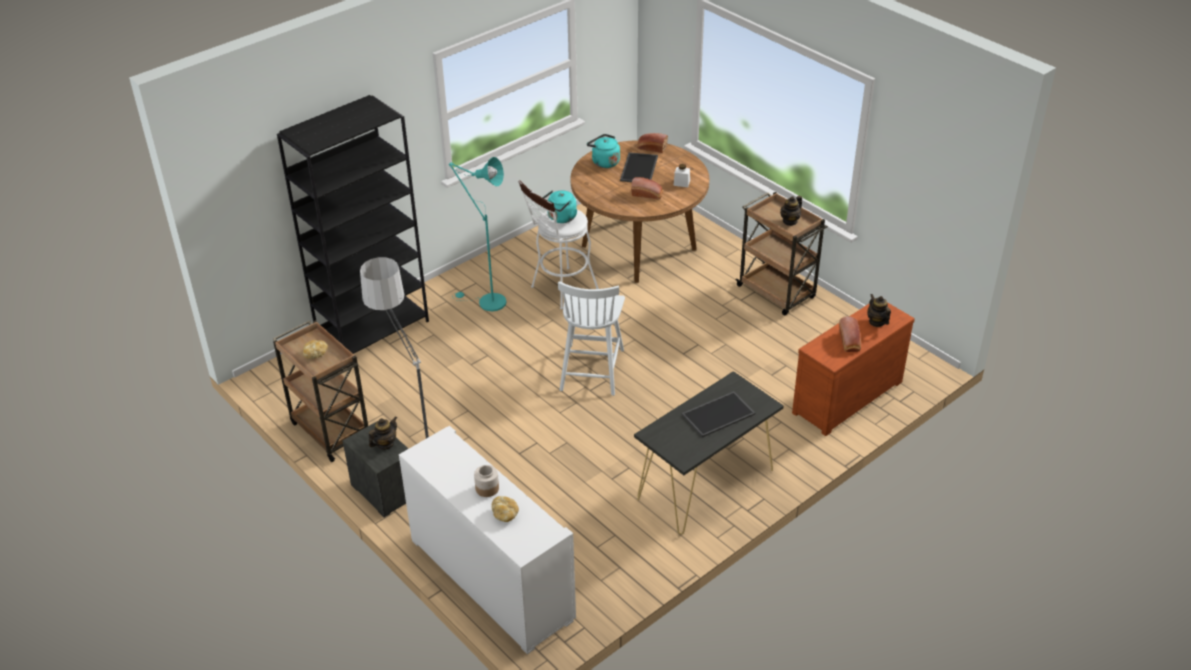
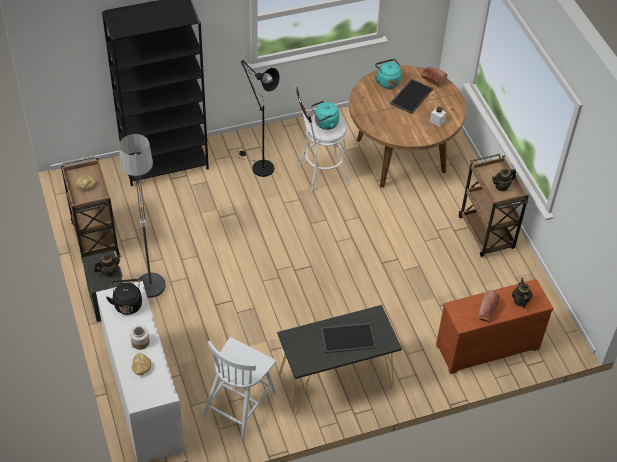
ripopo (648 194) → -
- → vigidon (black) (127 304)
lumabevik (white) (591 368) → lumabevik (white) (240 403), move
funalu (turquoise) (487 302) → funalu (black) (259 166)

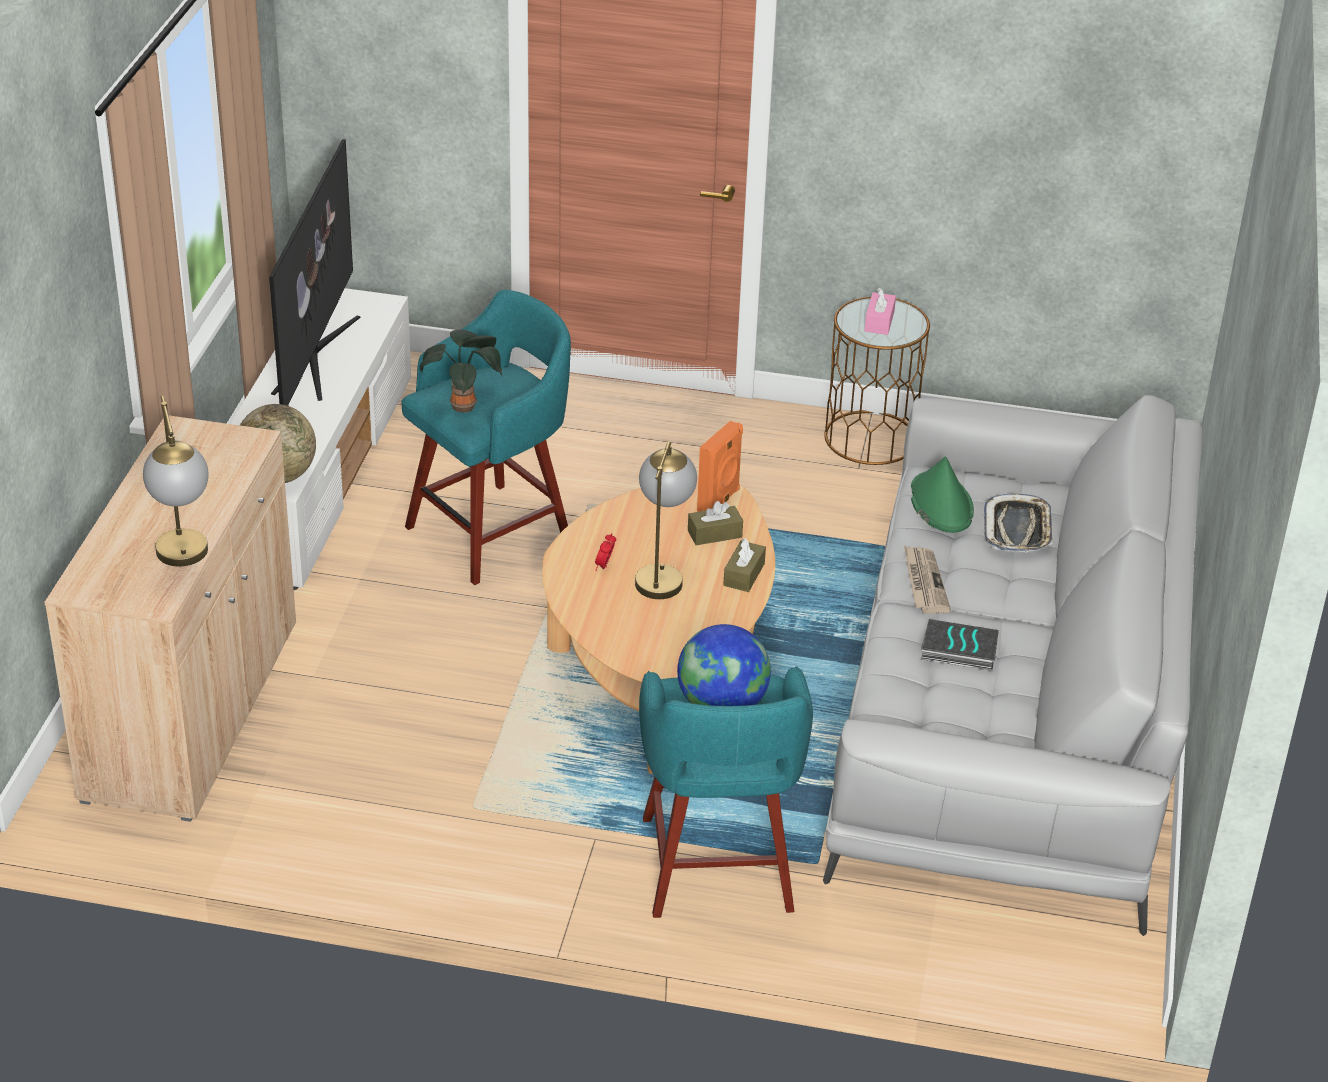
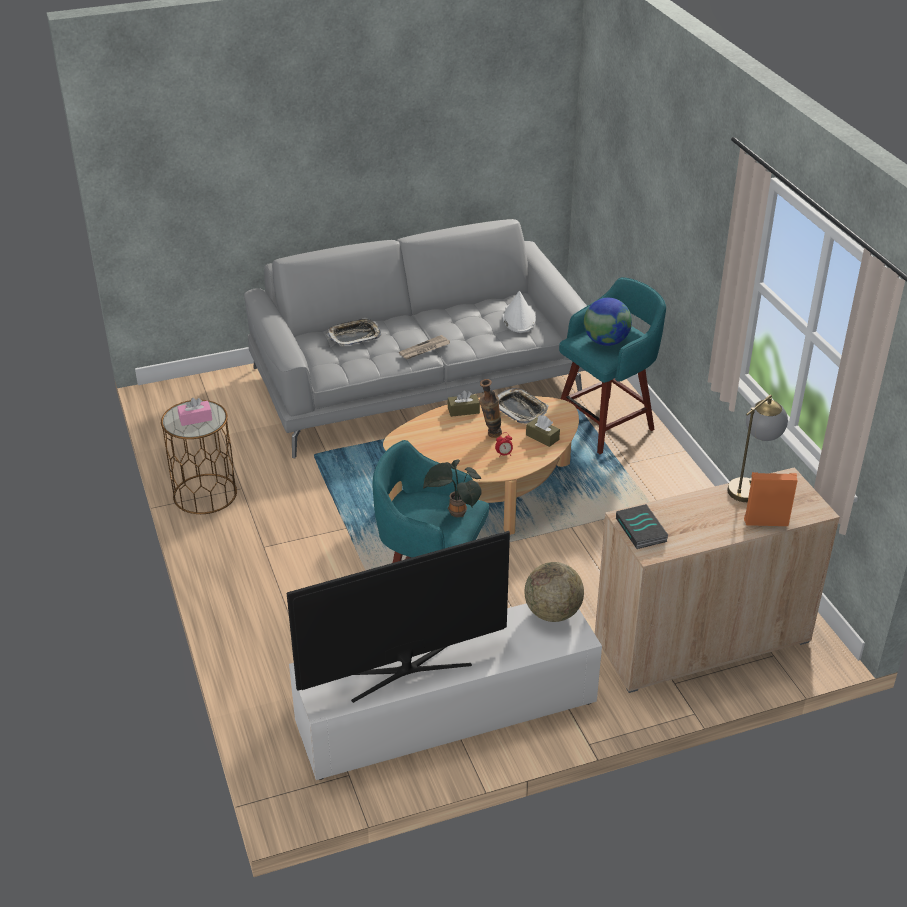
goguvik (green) (940 503) → -
- → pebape (520 409)
- → goguvik (white) (518 318)
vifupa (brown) (714 534) → vifupa (brown) (542 437), move
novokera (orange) (719 501) → novokera (orange) (766 521), move
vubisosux (958 651) → vubisosux (642 530), move
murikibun (661 573) → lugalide (490 435)

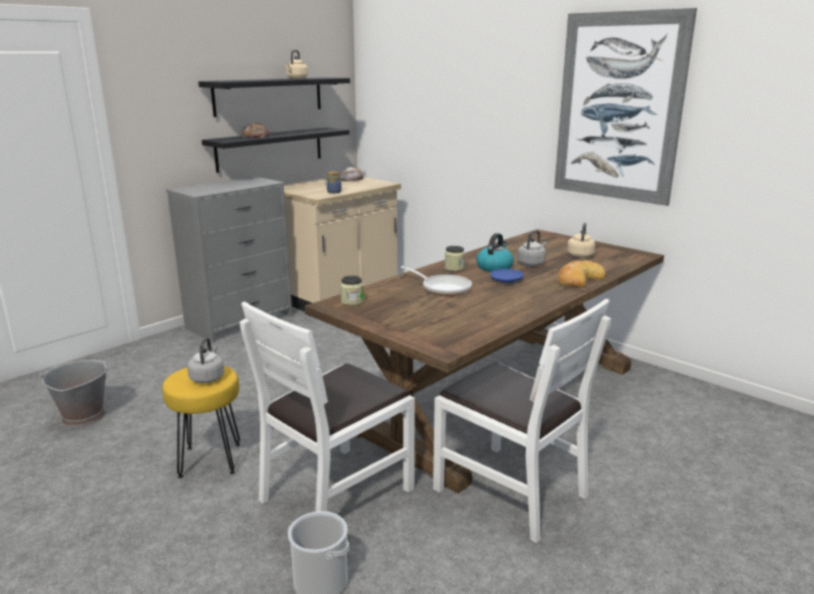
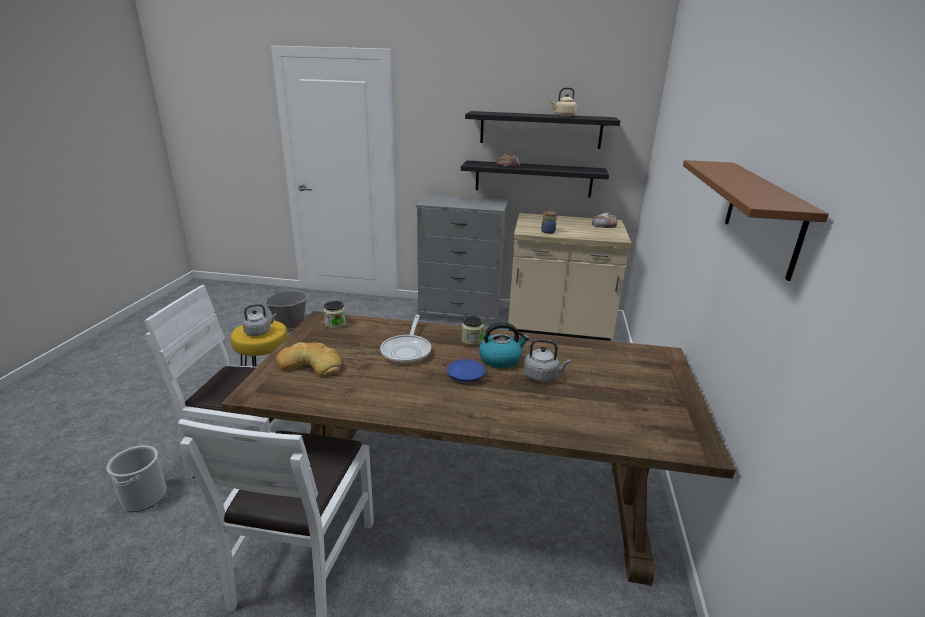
vigidon (beige) (580 255) → -
ripopo (578 280) → ripopo (311 364), move
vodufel (618 108) → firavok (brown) (762 216)

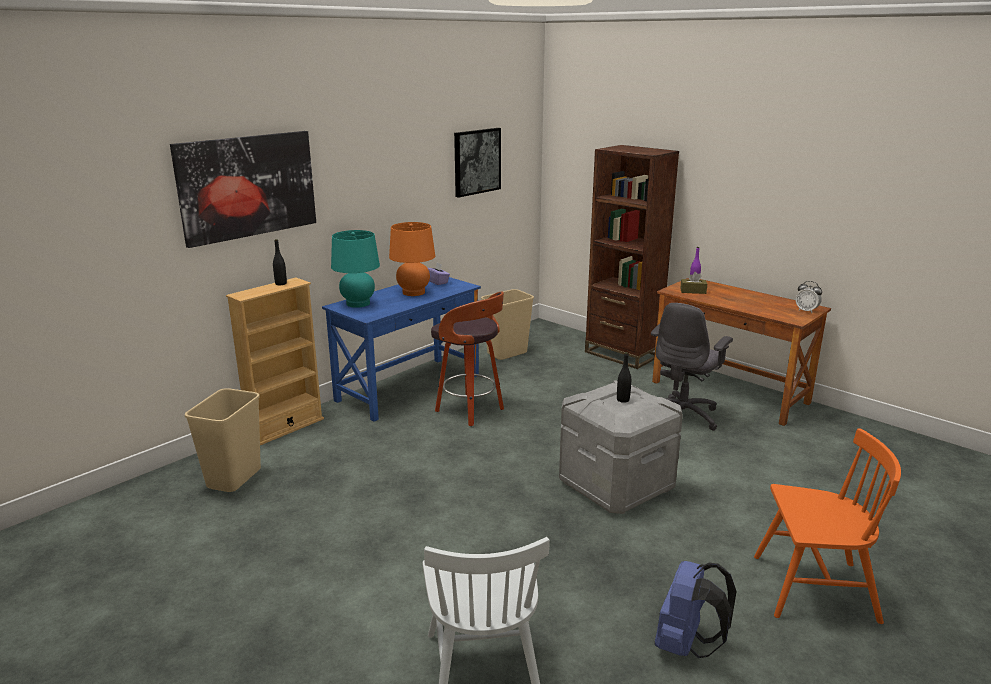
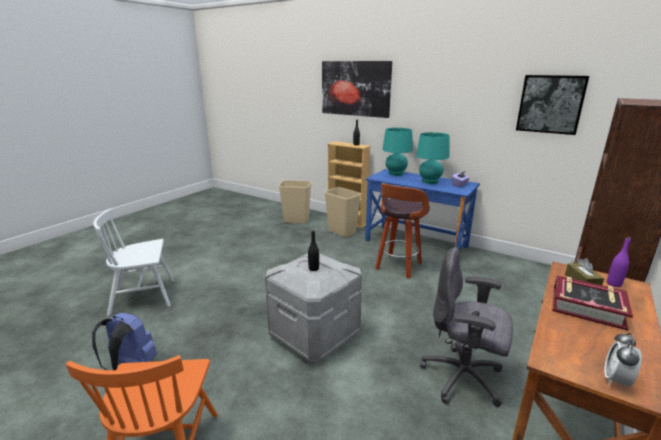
- → vubisosux (587 307)
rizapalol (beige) (507 354) → rizapalol (beige) (341 232), move
murikibun (orange) (413 292) → murikibun (turquoise) (430 181)

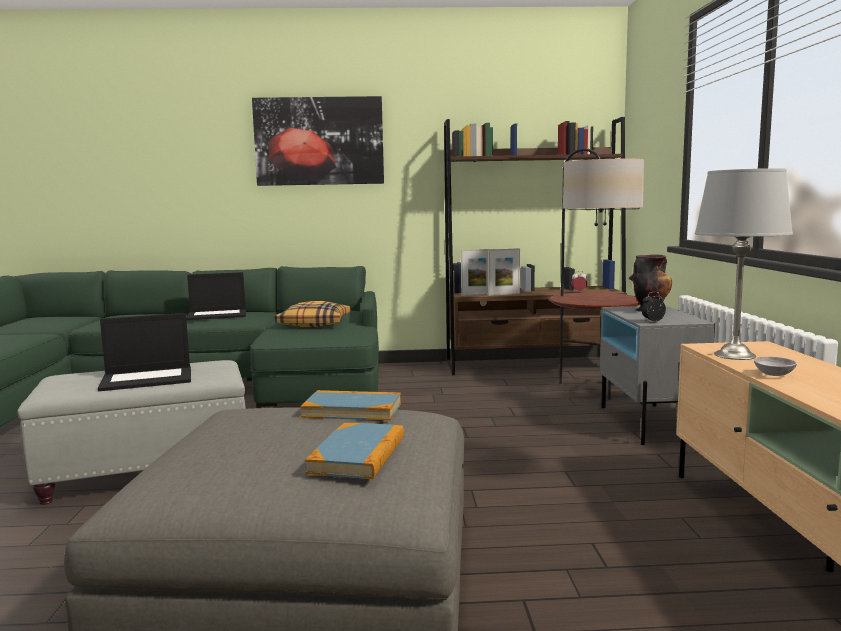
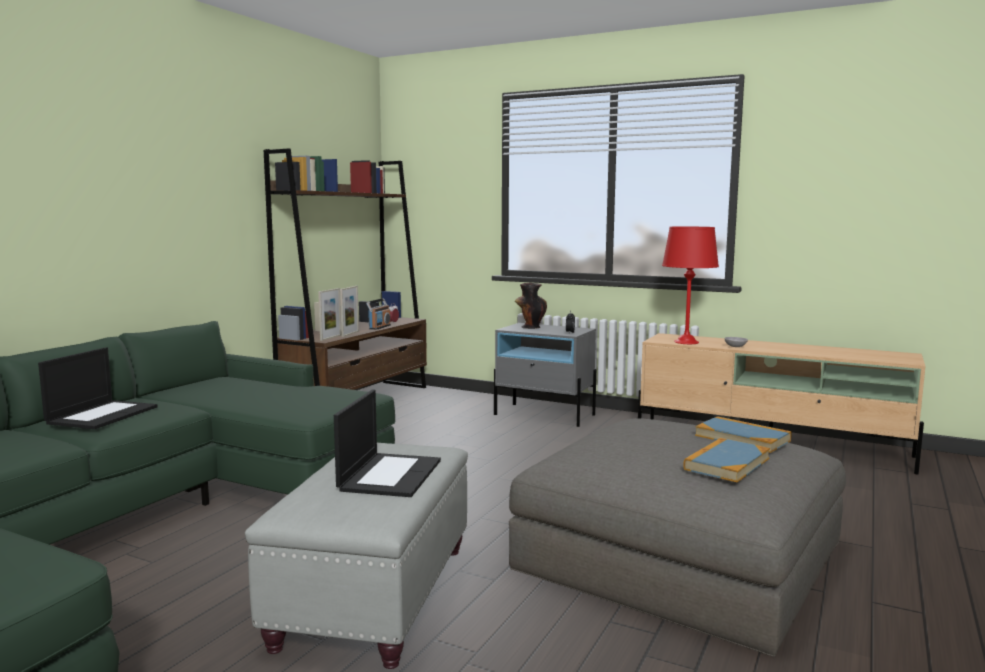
vodufel (319 141) → -
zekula (314 324) → -
funalu (593 388) → -
- → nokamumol (379 327)
vubisosux (352 410) → vubisosux (727 464), move
murikibun (grey) (734 355) → murikibun (red) (686 342)

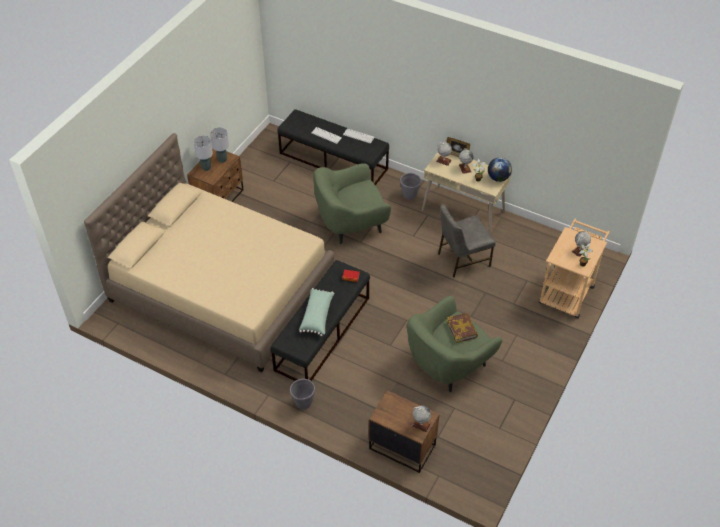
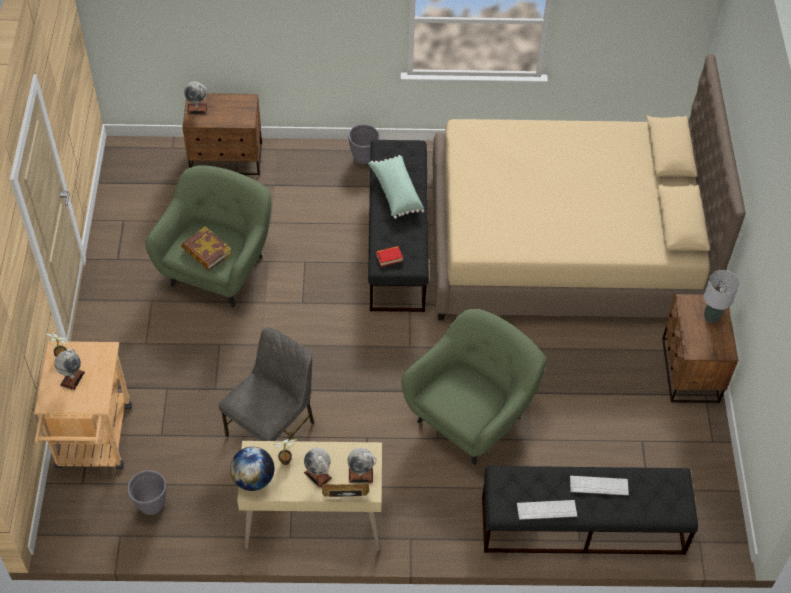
murikibun (grey) (222 160) → -
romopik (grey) (410 196) → romopik (grey) (151 505), move

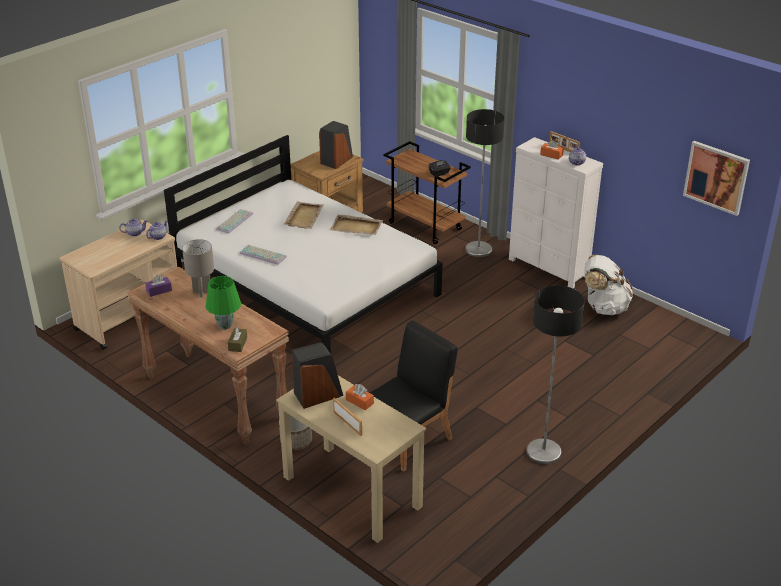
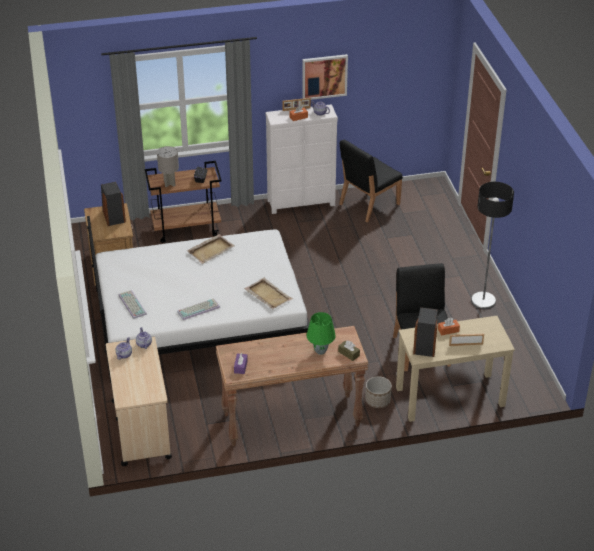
funalu (478 249) → -
murikibun (grey) (202 292) → murikibun (grey) (169 183), move
pebape (beige) (304 216) → pebape (beige) (268 295), move
vodufel (716 177) → vodufel (324 76), move
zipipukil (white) (604 307) → lumabevik (black) (368 204)

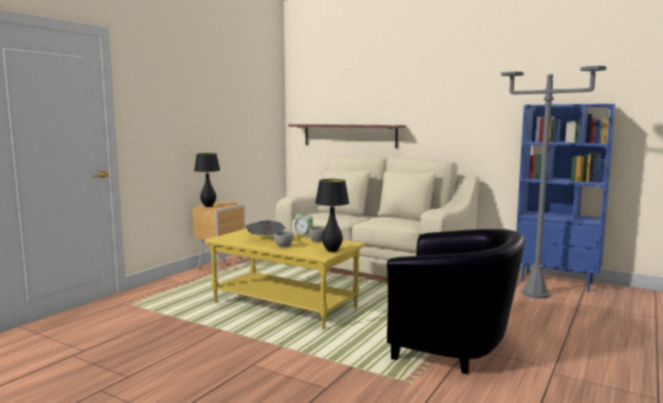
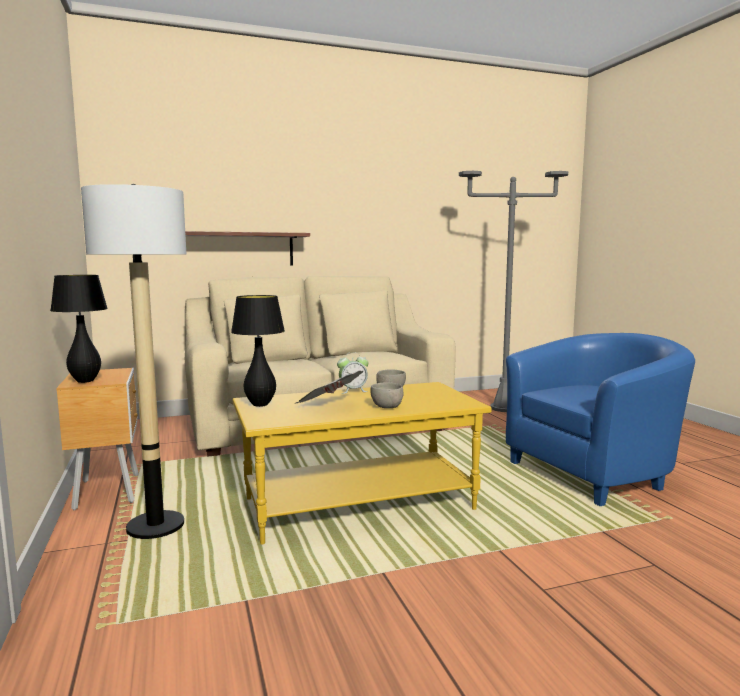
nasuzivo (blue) (557 282) → -
- → funalu (155 526)
murikibun (black) (332 250) → murikibun (black) (260 404), move
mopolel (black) (454 347) → mopolel (blue) (594 473)

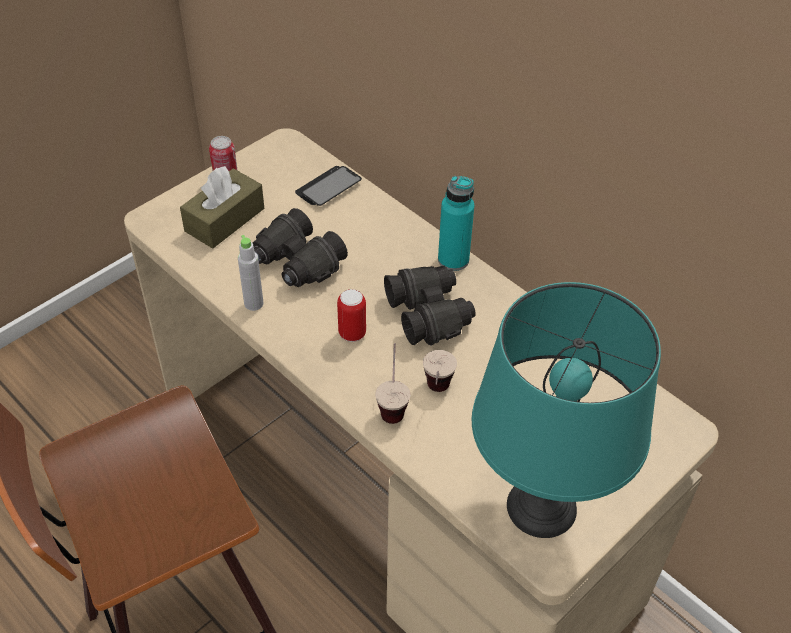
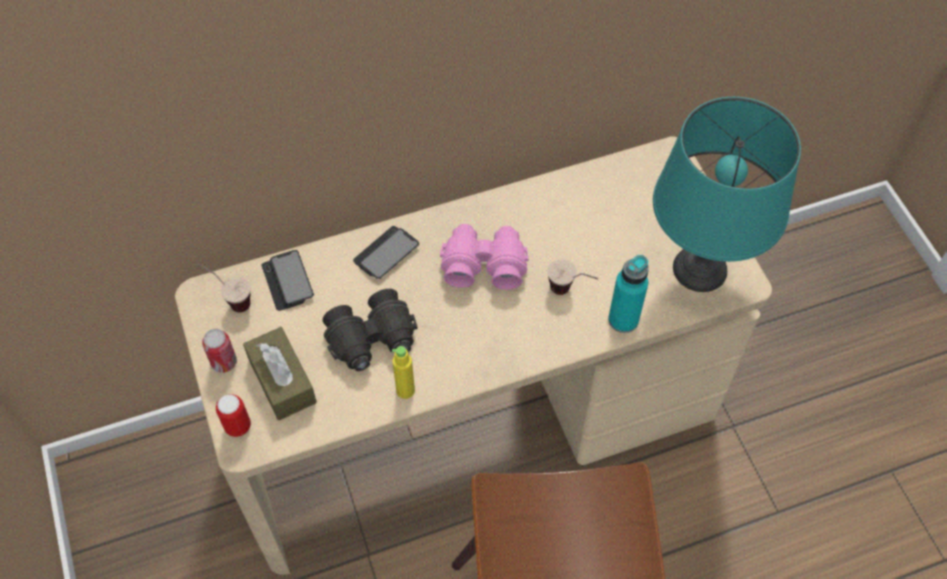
- → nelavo (386 253)
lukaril (352 333) → lukaril (238 426), move
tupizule (392 403) → tupizule (230 300), move
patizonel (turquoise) (453 260) → patizonel (turquoise) (623 320), move
patizonel (grey) (253 303) → patizonel (yellow) (405 390)
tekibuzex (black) (429 313) → tekibuzex (pink) (483 264)

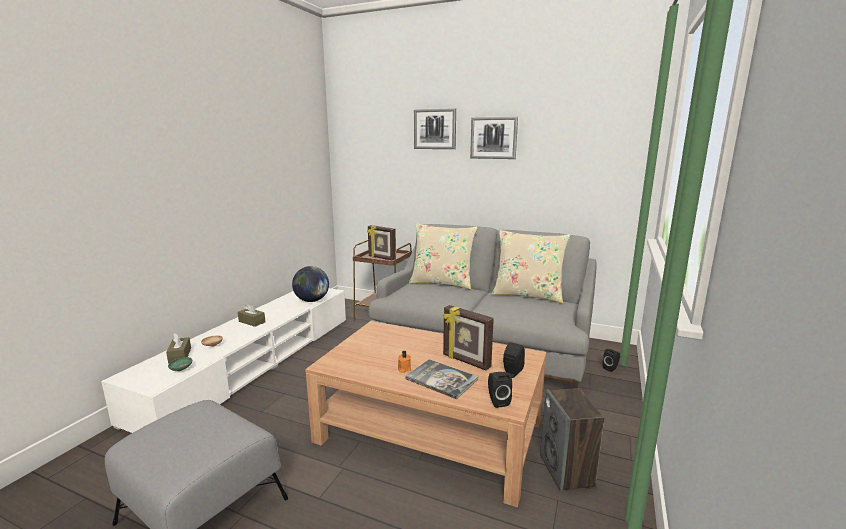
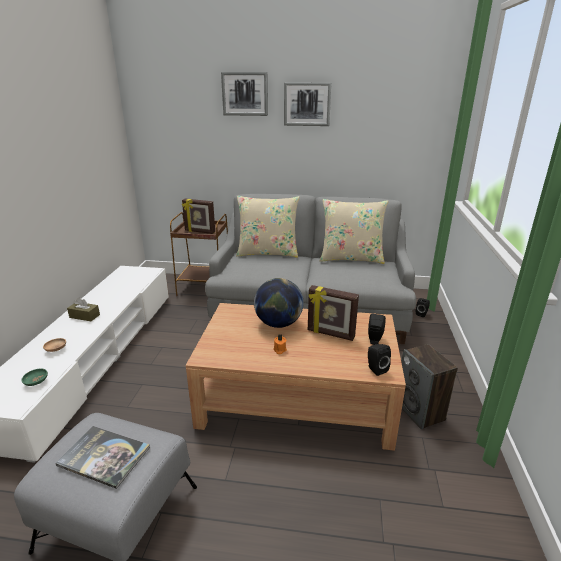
vifupa (brown) (180 355) → -
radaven (311 300) → radaven (278 324), move
vubisosux (441 379) → vubisosux (104 456), move

